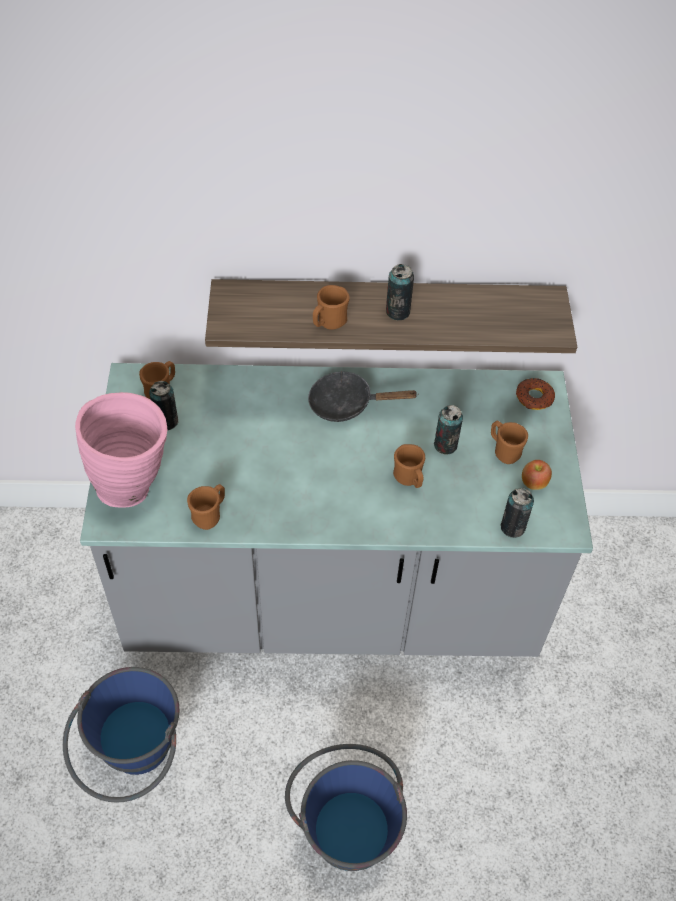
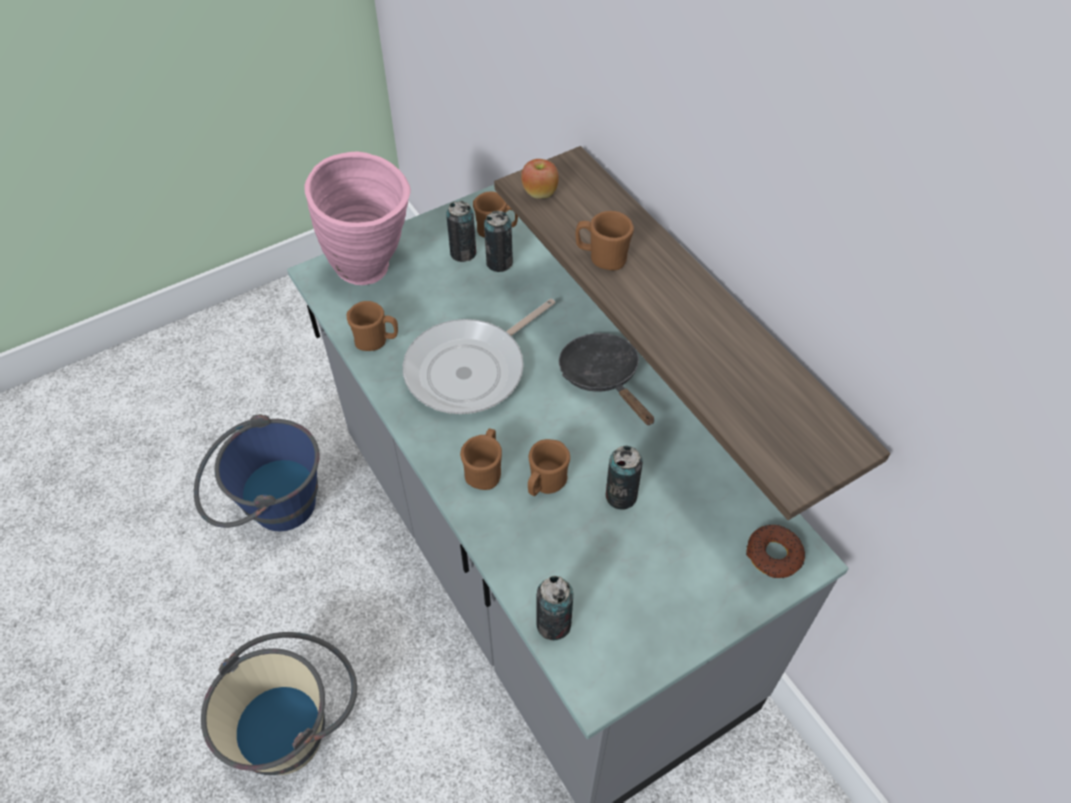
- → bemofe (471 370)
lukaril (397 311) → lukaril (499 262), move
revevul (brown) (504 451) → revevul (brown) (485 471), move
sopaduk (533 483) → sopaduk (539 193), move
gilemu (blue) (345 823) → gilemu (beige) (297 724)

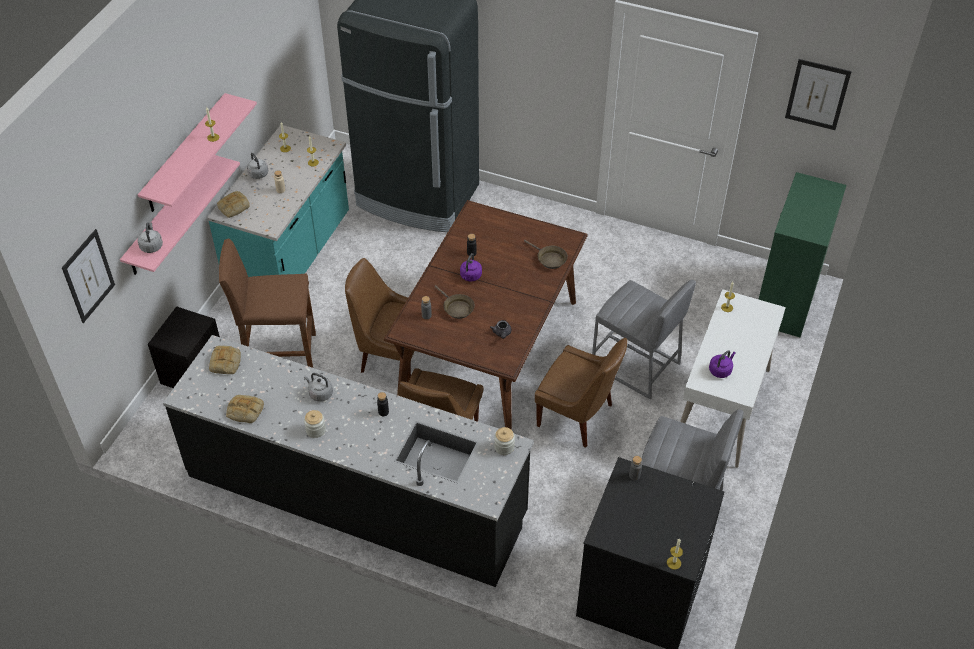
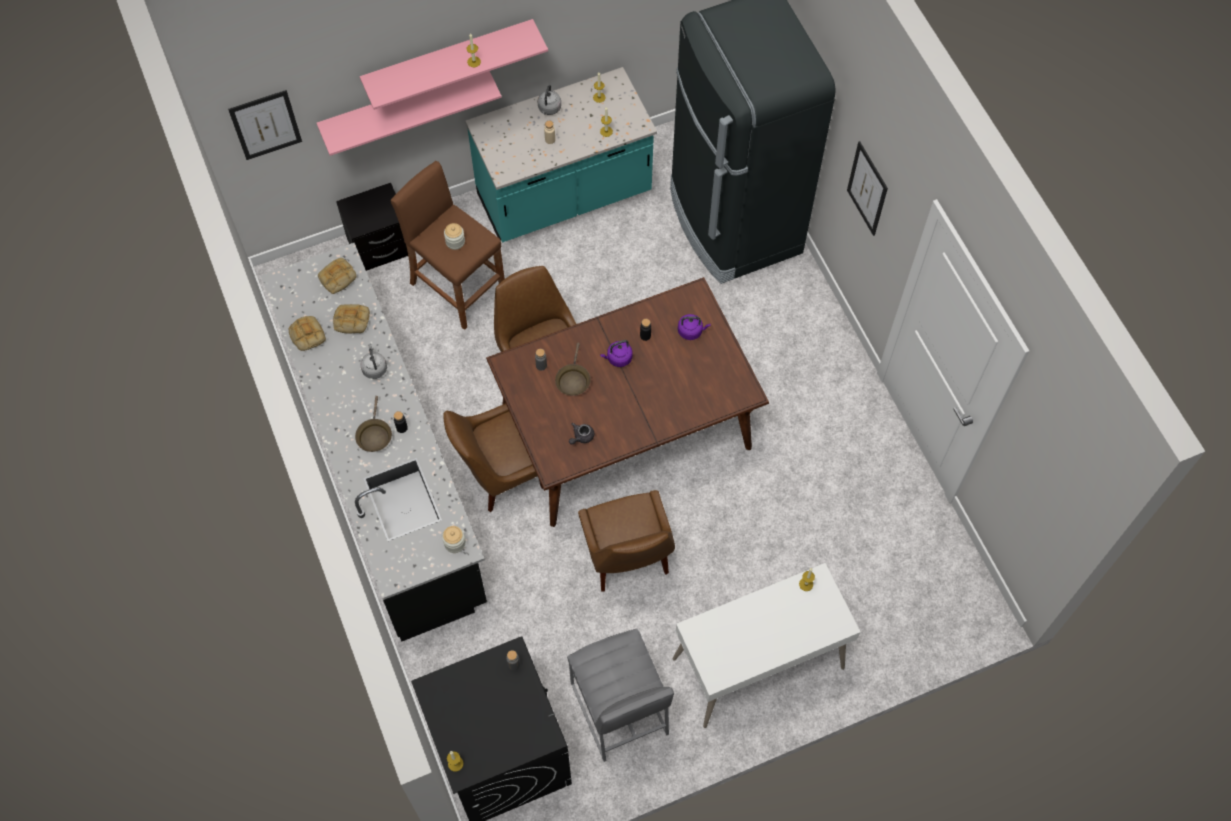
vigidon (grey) (151 246) → -
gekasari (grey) (635 365) → -
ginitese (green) (786 301) → -
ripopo (233 207) → ripopo (351 321), move
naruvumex (316 430) → naruvumex (455 242), move
bemofe (brown) (549 259) → bemofe (brown) (374 435), move
vigidon (purple) (721 370) → vigidon (purple) (691 331), move
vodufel (817 94) → vodufel (867 189), move

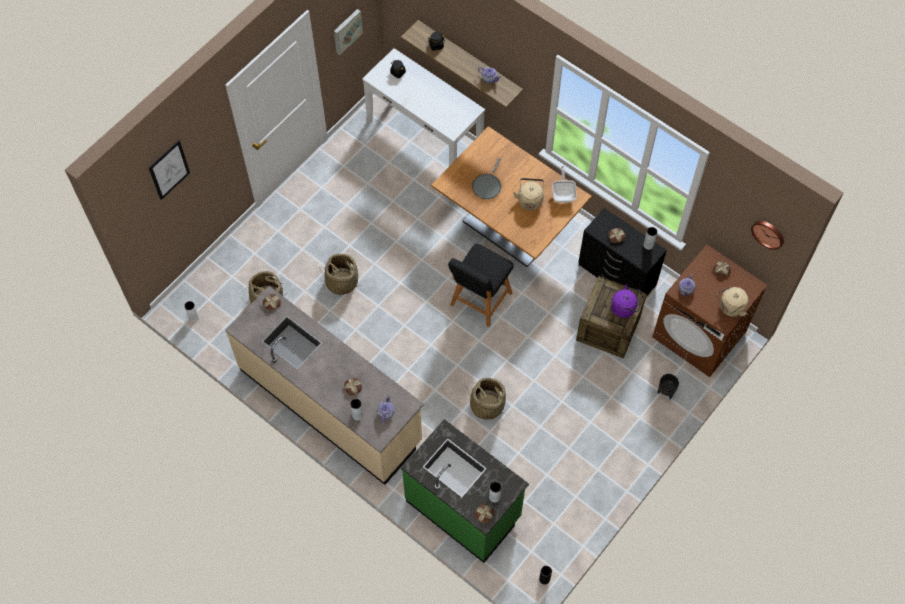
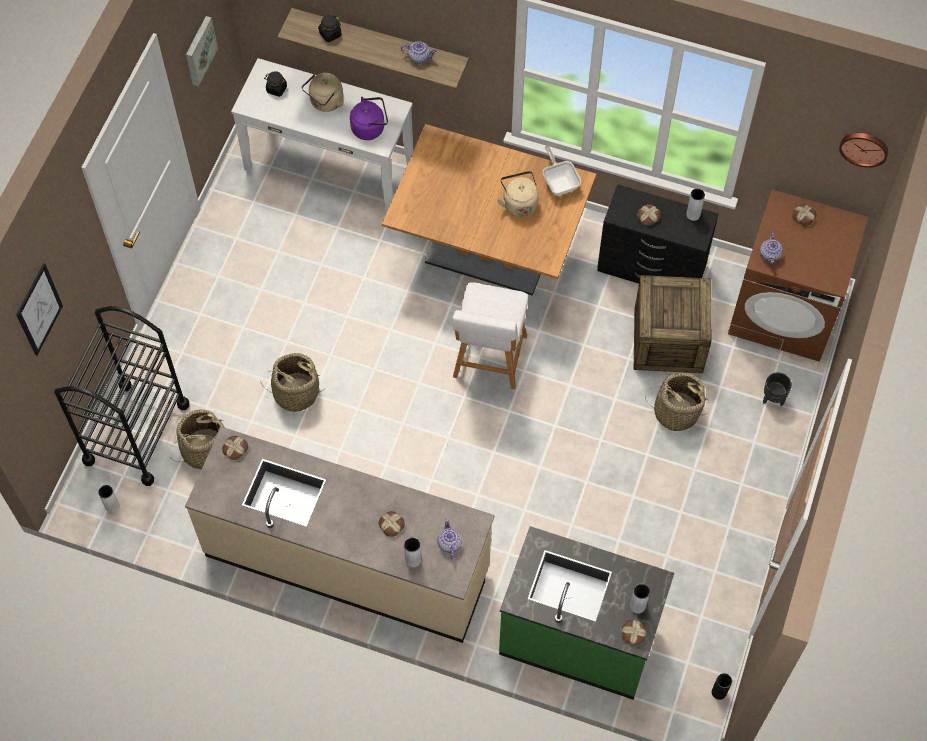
bemofe (grey) (487 185) → -
- → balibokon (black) (136 433)
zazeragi (487 405) → zazeragi (676 412), move
vigidon (purple) (625 308) → vigidon (purple) (370 128), move
vigidon (beige) (730 308) → vigidon (beige) (325 102), move
gekasari (black) (479 301) → gekasari (white) (489 360)

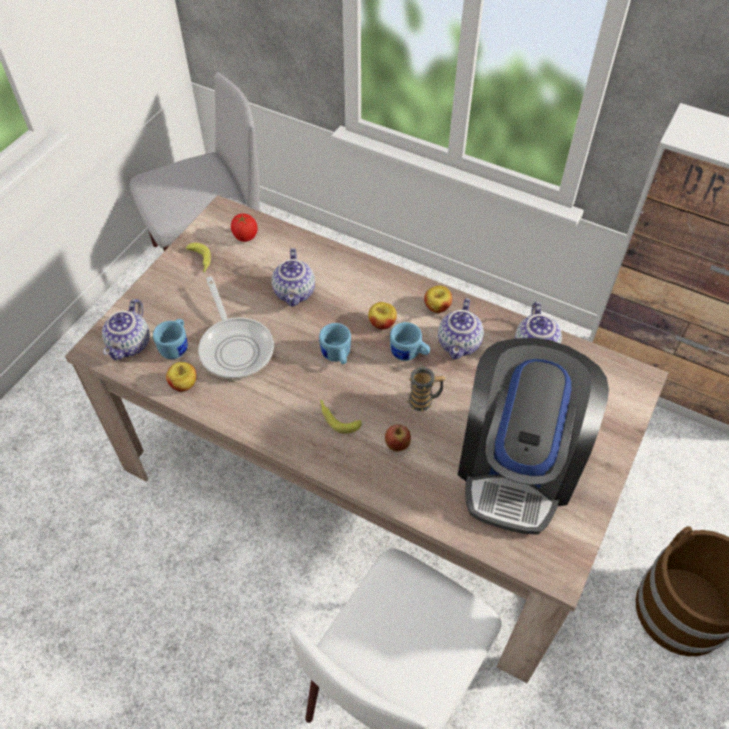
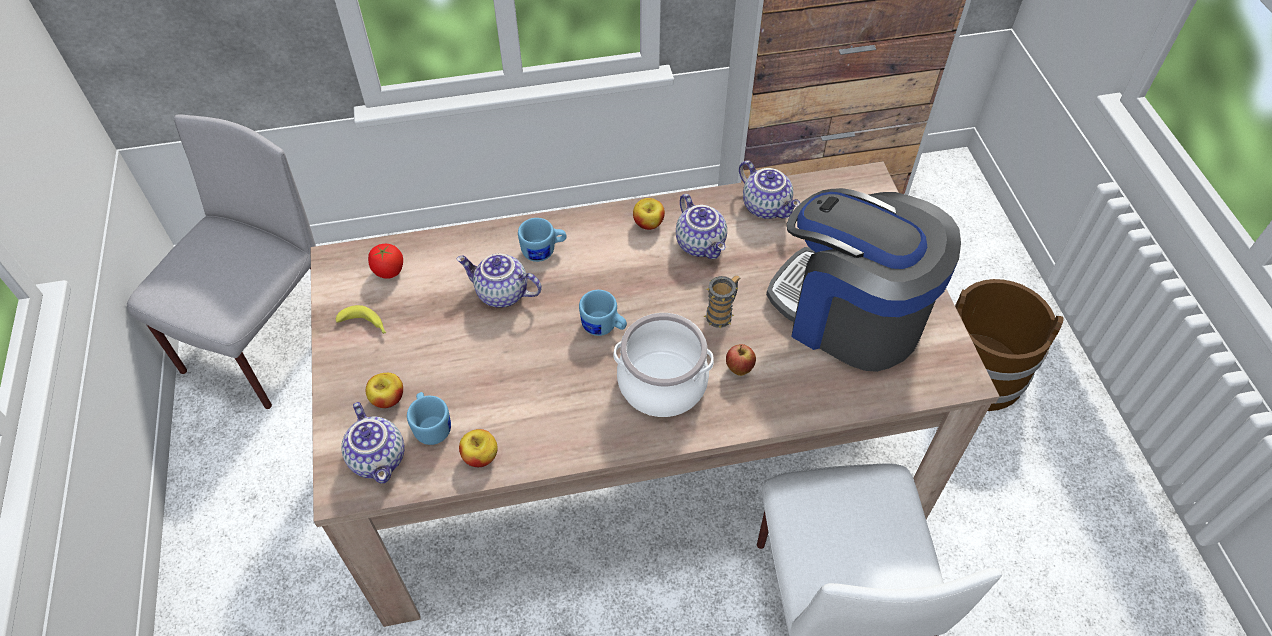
bemofe (235 347) → -
sopaduk (382 323) → sopaduk (388 399), move
revevul (blue) (409 354) → revevul (blue) (544 251), move
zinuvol (337 418) → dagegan (662 382)
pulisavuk (295 293) → pulisavuk (501 294), 150 degrees clockwise
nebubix (518 464) → nebubix (849 314), 150 degrees clockwise

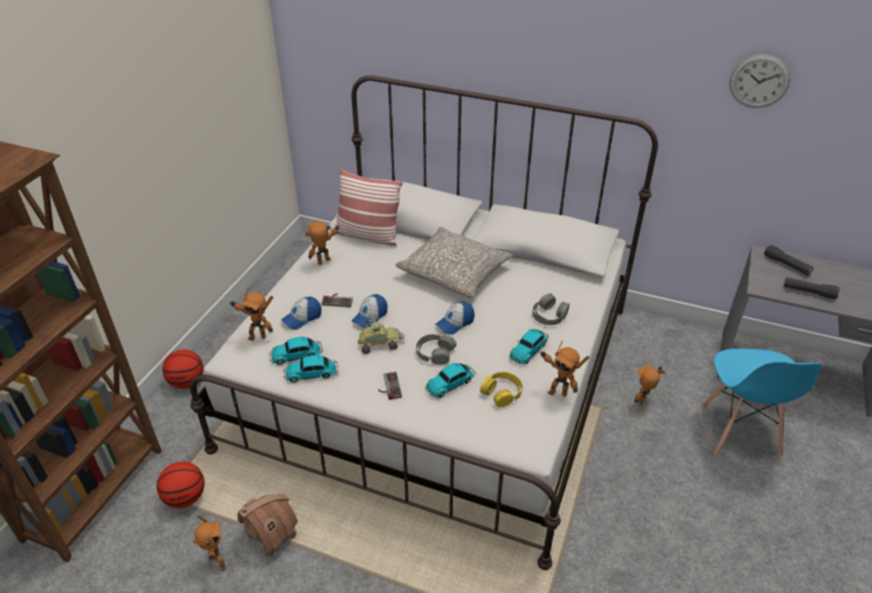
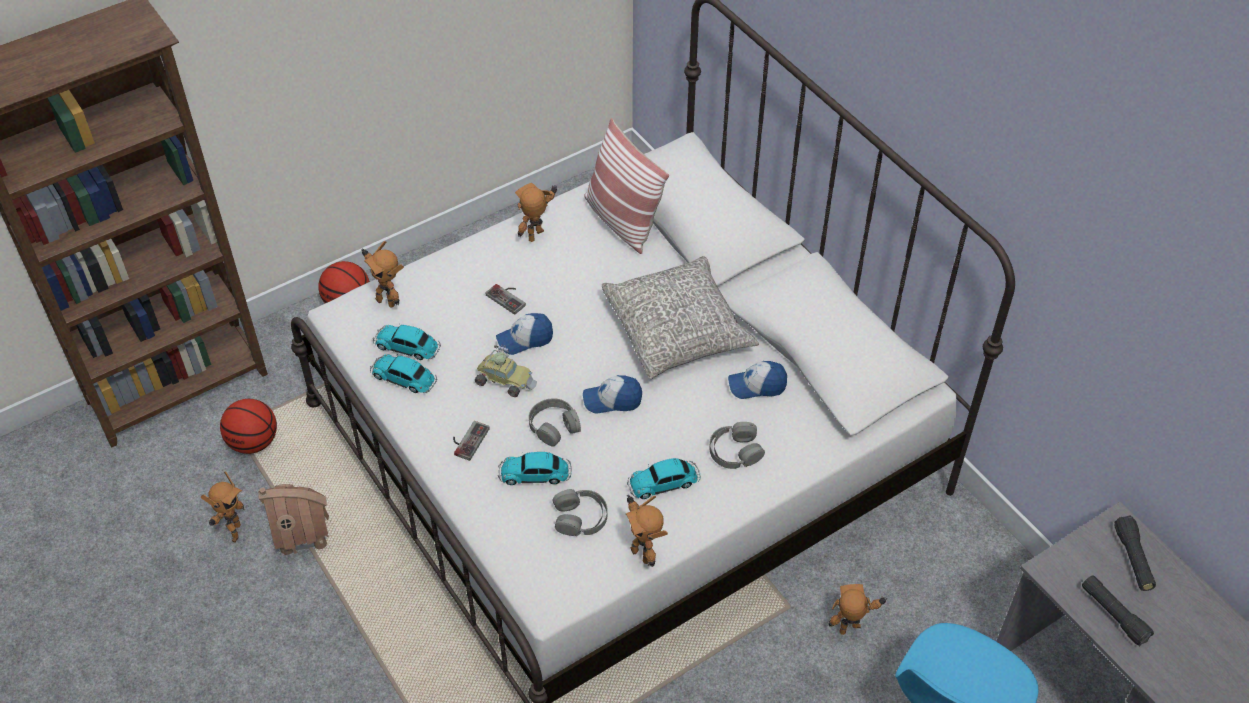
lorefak (759 81) → -
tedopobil (302 318) → tedopobil (757 385), move
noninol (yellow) (502 392) → noninol (grey) (580 517)
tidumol (326 263) → tidumol (539 237), 45 degrees counterclockwise

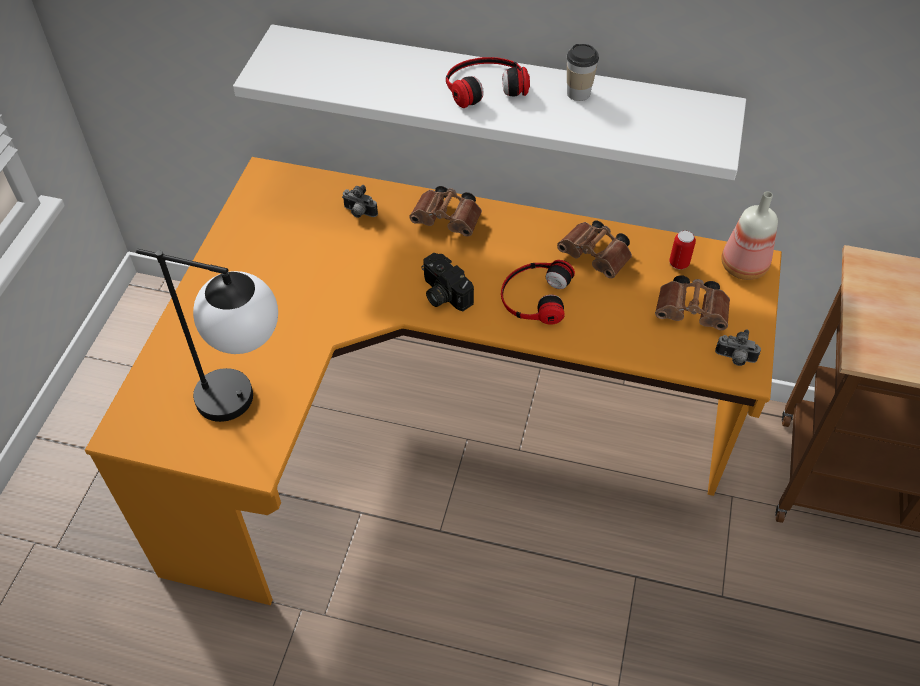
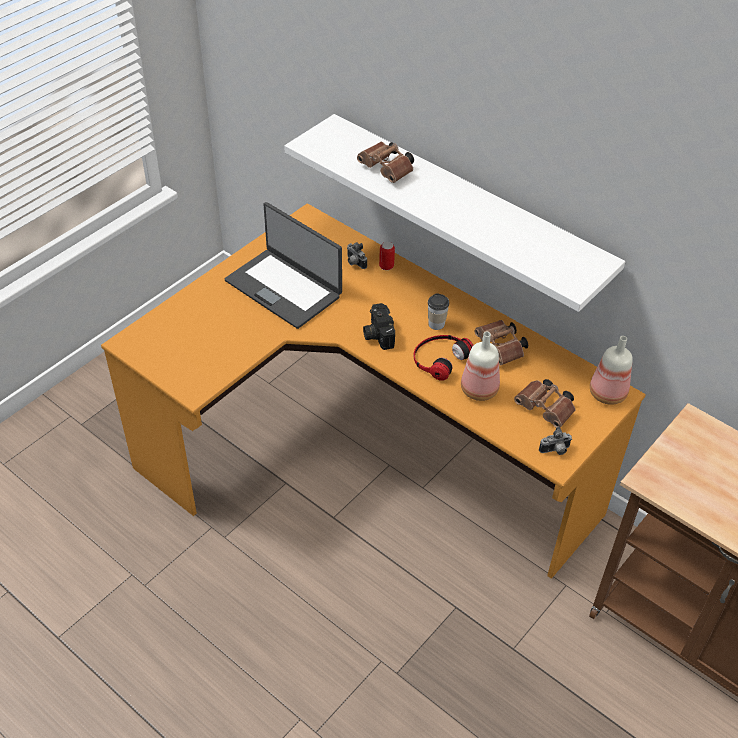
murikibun (247 403) → -
noninol (484 85) → -
- → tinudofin (284 288)
- → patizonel (480 390)
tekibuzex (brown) (449 221) → tekibuzex (brown) (388 170), move
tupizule (578 93) → tupizule (436 324), move
lukaril (679 263) → lukaril (386 266), move
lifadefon (735 359) → lifadefon (555 451), 60 degrees counterclockwise

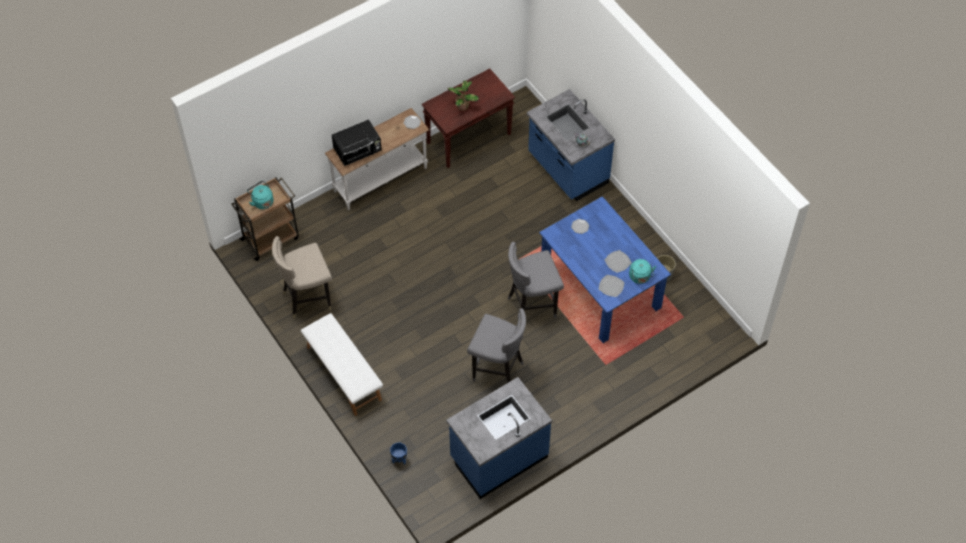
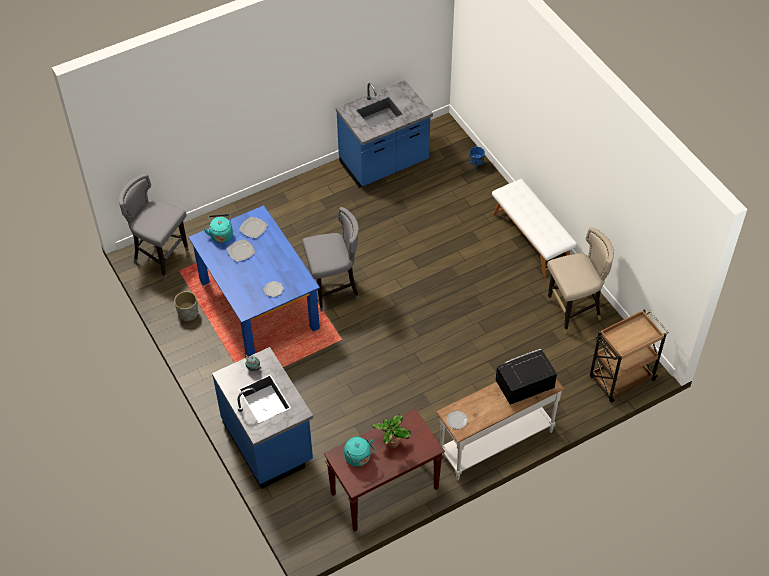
vigidon (turquoise) (262 201) → vigidon (turquoise) (359 458), move
gekasari (grey) (497 370) → gekasari (grey) (161 258), move

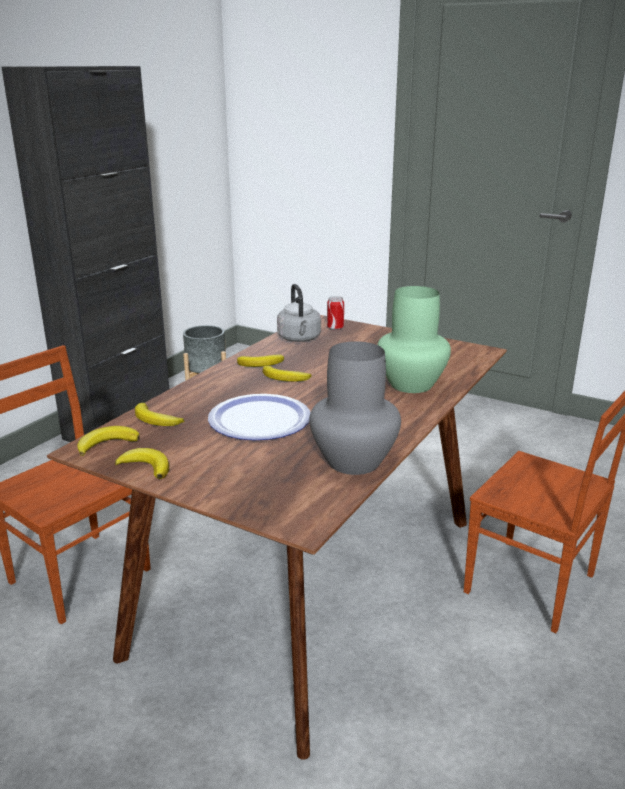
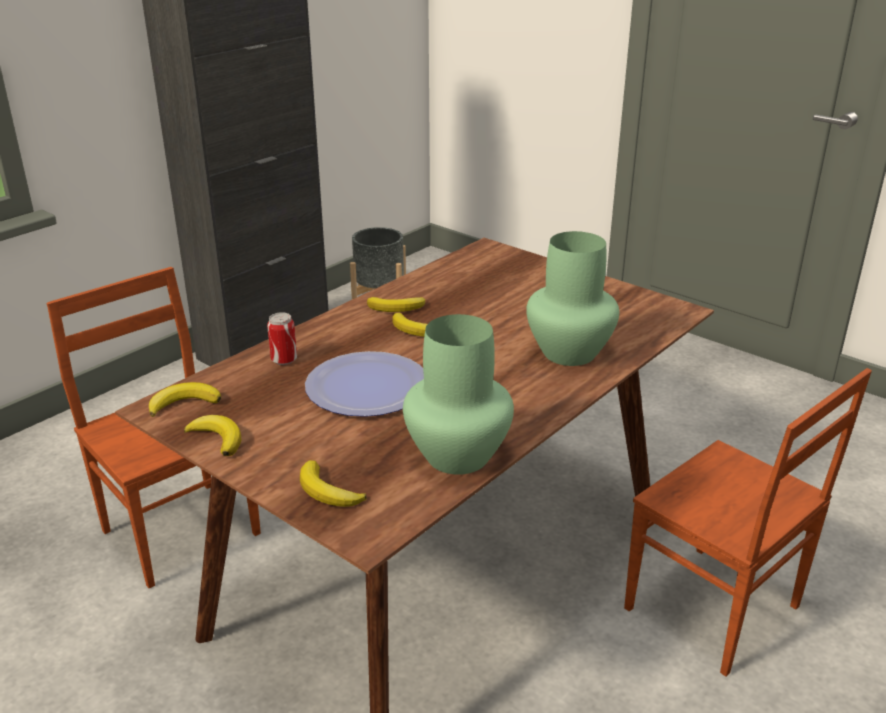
vigidon (grey) (299 339) → -
zinuvol (156 420) → zinuvol (327 491), move
lukaril (335 328) → lukaril (284 360), move
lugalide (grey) (353 460) → lugalide (green) (458 454)

